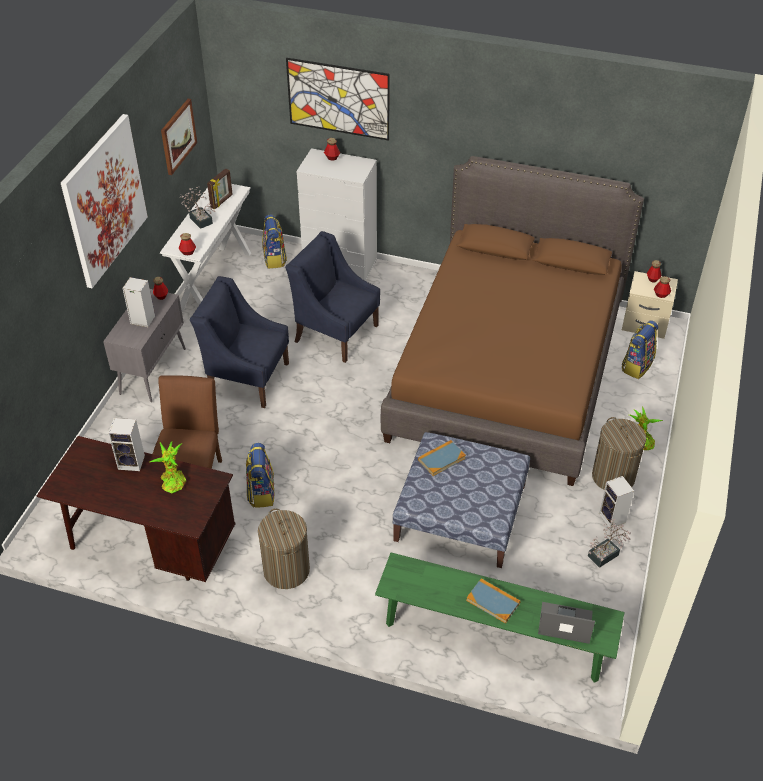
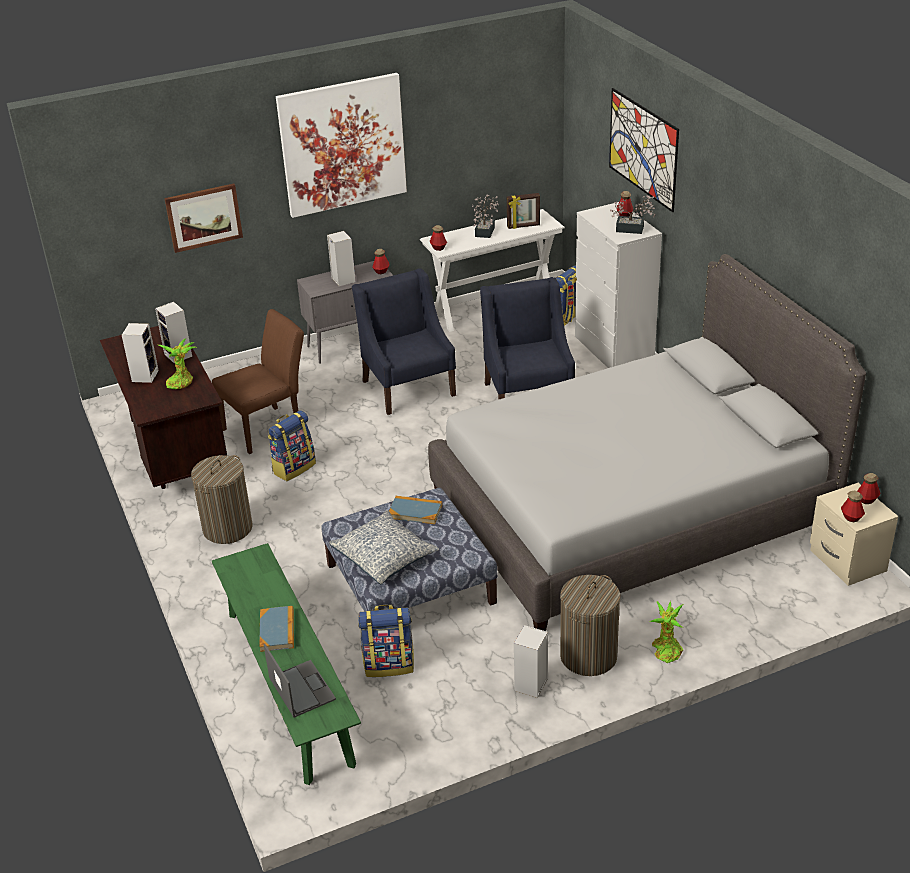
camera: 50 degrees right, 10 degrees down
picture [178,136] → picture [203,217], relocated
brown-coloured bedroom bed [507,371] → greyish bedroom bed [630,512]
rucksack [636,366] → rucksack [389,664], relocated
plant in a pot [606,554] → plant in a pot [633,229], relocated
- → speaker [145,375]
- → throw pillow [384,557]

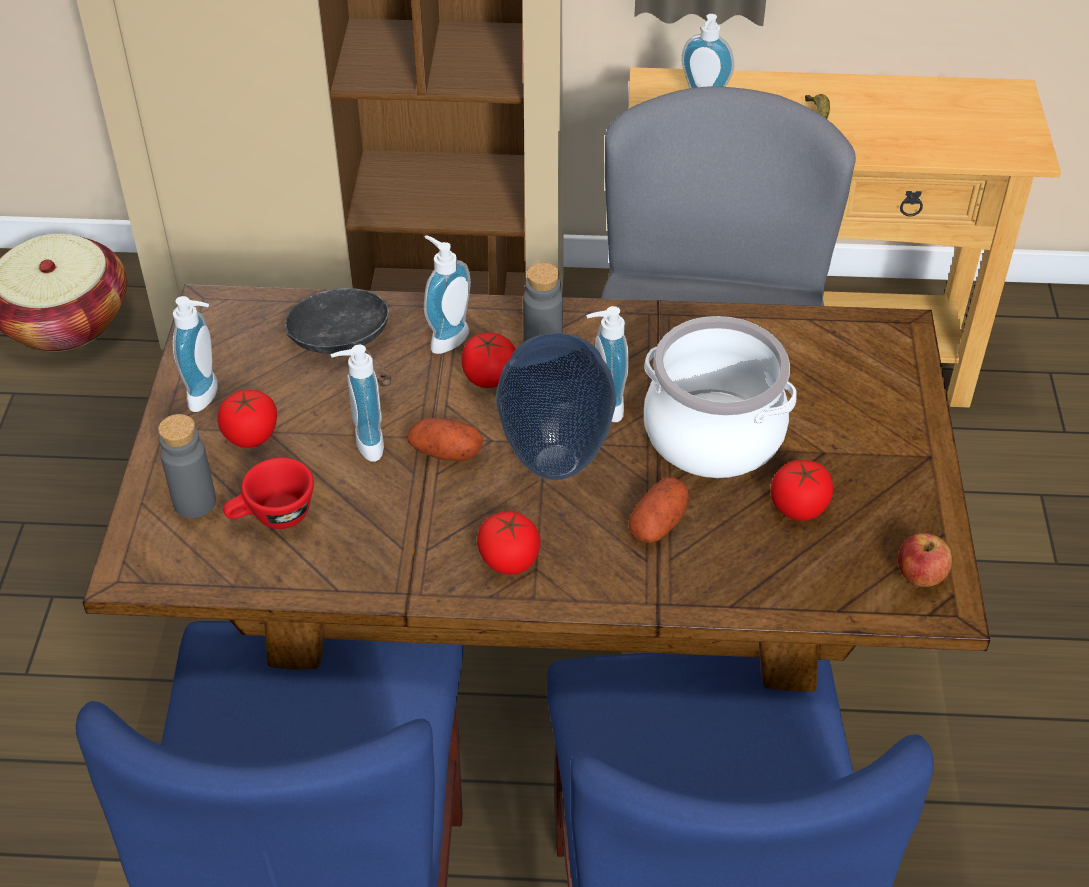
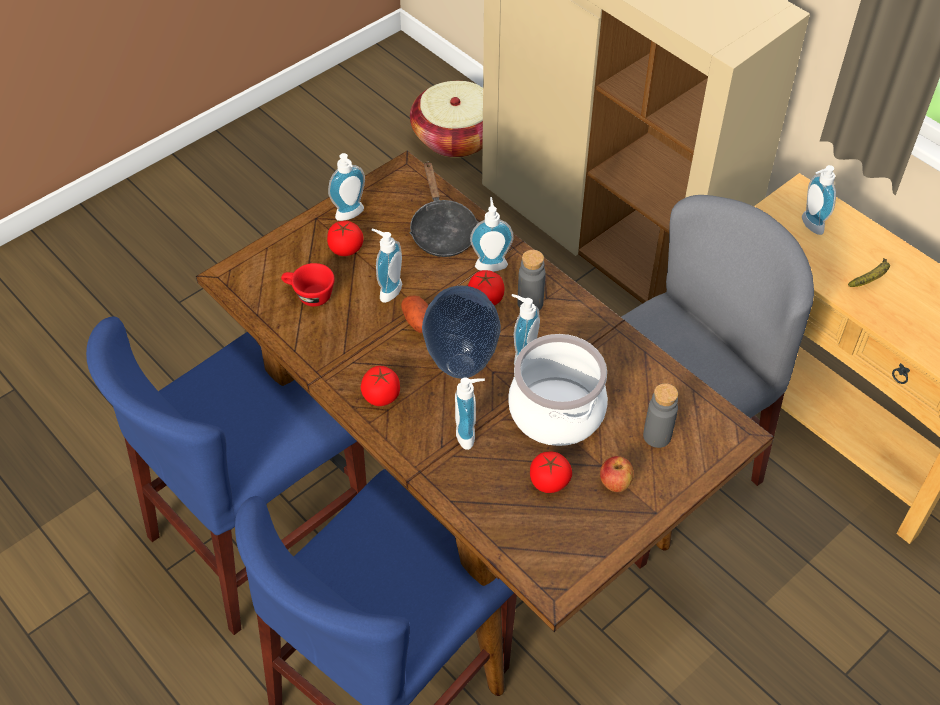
camera: 45 degrees right, 5 degrees up
black-coloured frying pan [344,341] → black-coloured frying pan [442,231], 150 degrees clockwise
greyish bottle [195,502] → greyish bottle [657,436], relocated
whole potato [658,524] → soap bottle [469,434]
apple fruit [919,577] → apple fruit [615,483], relocated

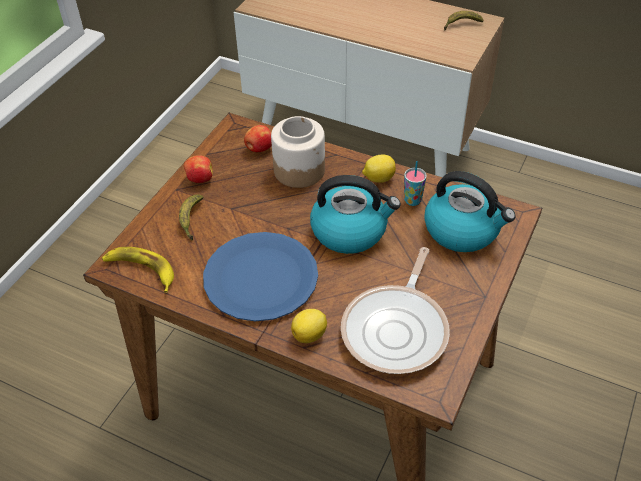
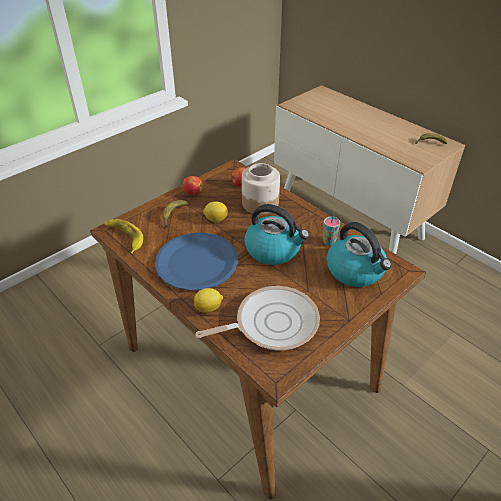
camera: 20 degrees right, 5 degrees down
whole lemon [378,178] → whole lemon [215,219], relocated
frying pan [397,329] → frying pan [271,323], 150 degrees counterclockwise

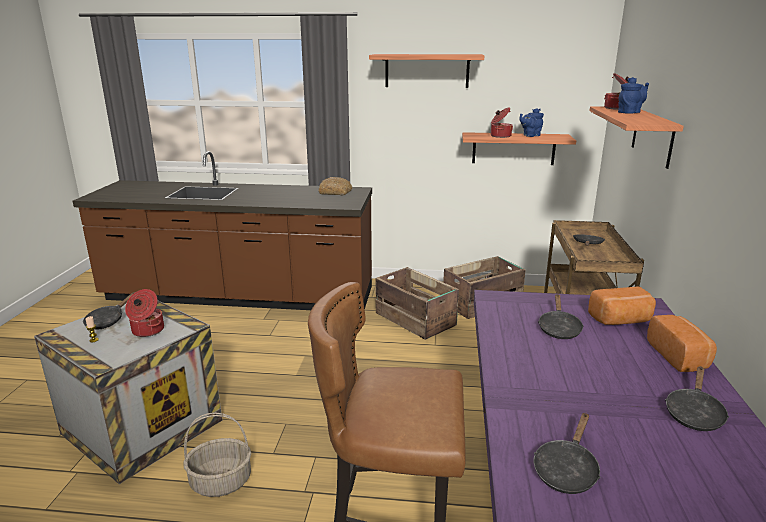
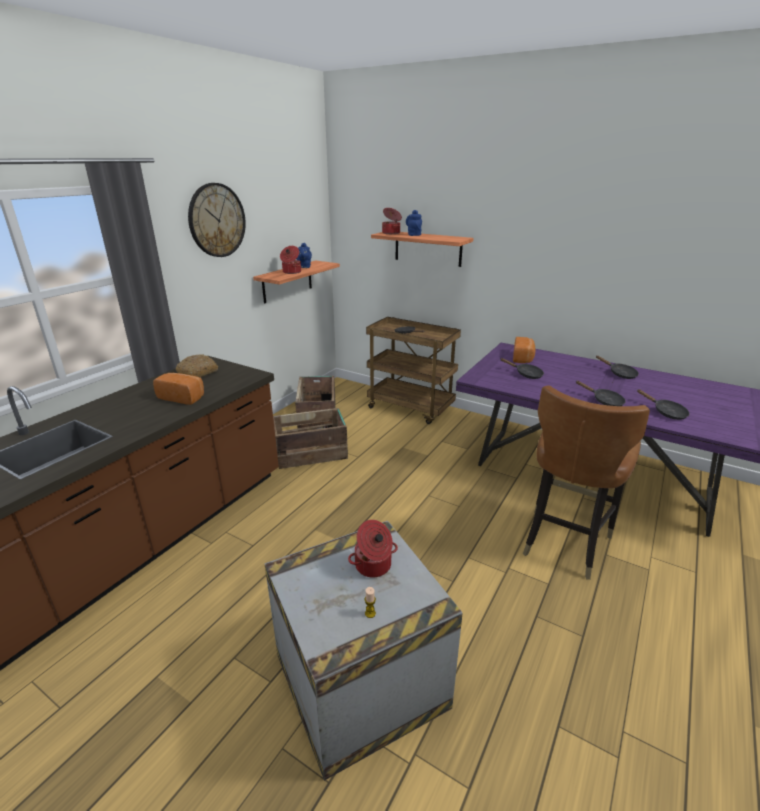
camera: 65 degrees left, 5 degrees up
bracket shelf [427,71] → wall clock [217,220]
black-coloured frying pan [107,320] → black-coloured frying pan [604,401], relocated
bakery bread [679,356] → bakery bread [183,397], relocated
storage basket [221,481] → -

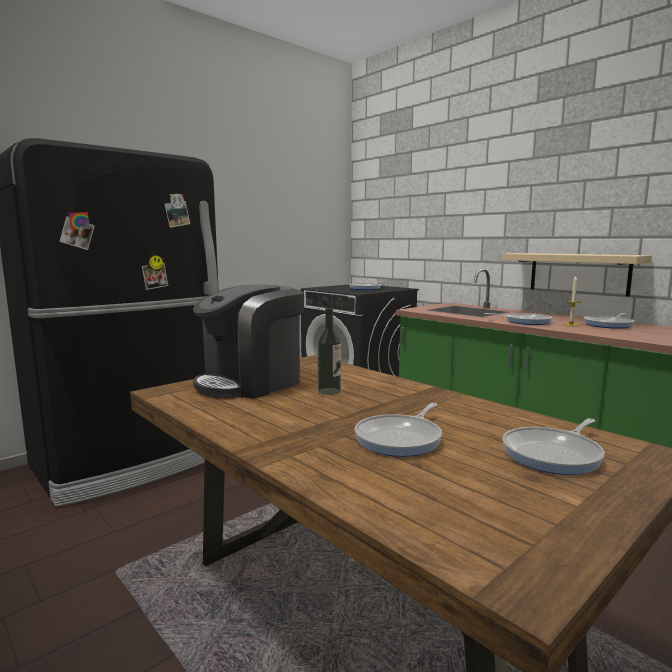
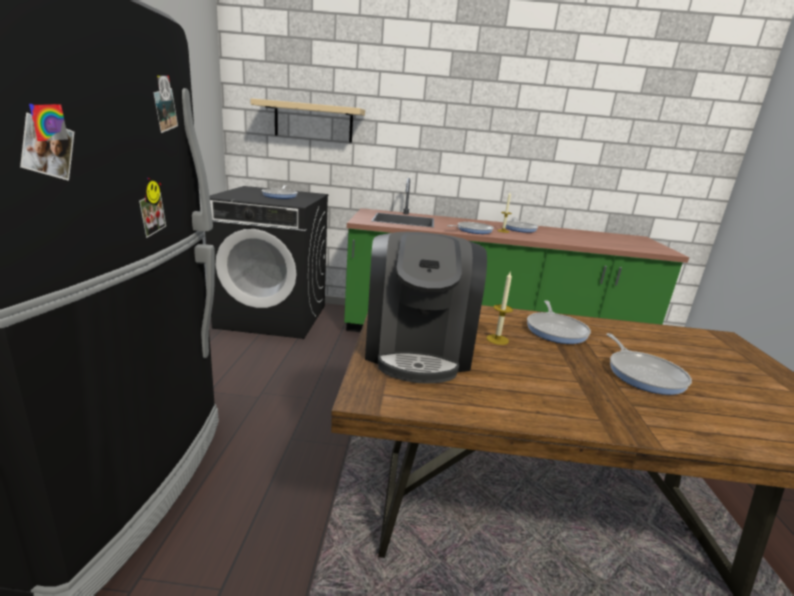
camera: 45 degrees left, 10 degrees up
sand-coloured bracket shelf [578,273] → sand-coloured bracket shelf [313,122], relocated
bottle [329,391] → candle [497,339]
frying pan [554,454] → frying pan [556,330], relocated

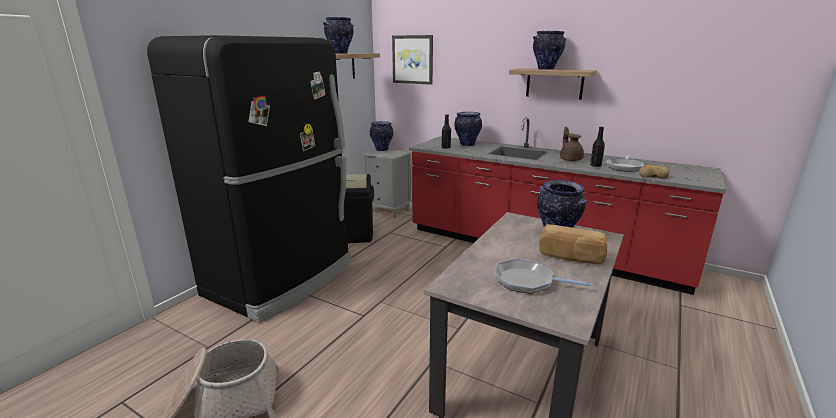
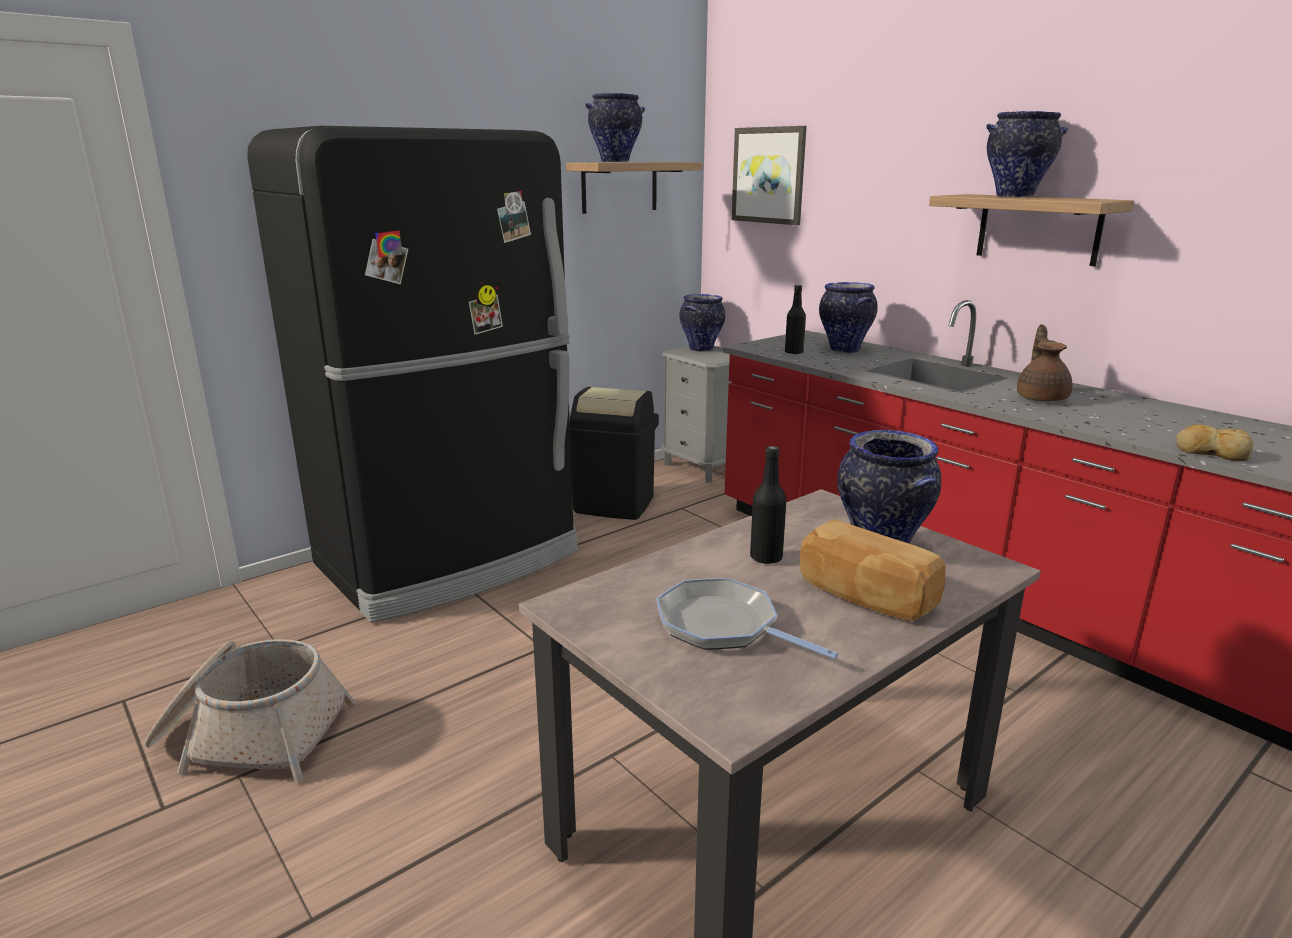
camera: 20 degrees right, 0 degrees up
black-coloured bottle [595,165] → black-coloured bottle [766,558], relocated
frying pan [624,167] → -

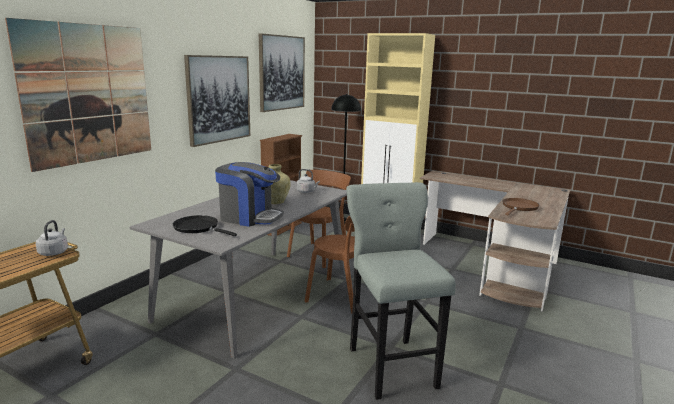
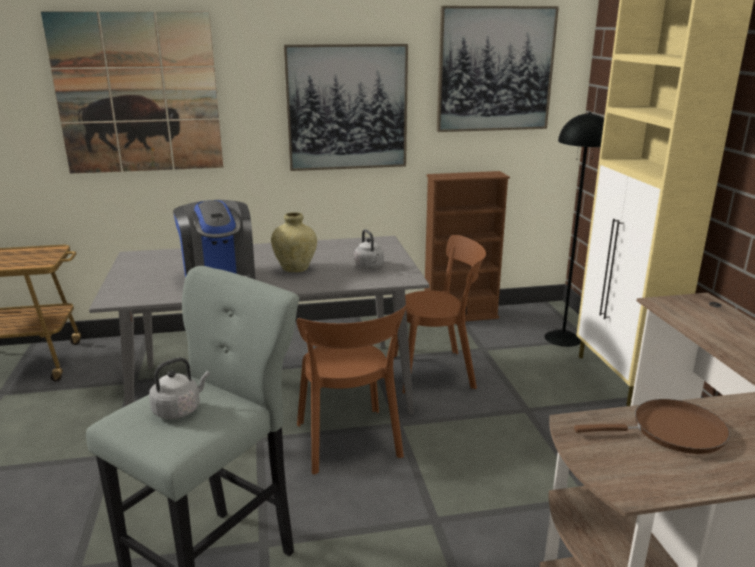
camera: 50 degrees right, 5 degrees up
black-coloured frying pan [198,228] → -
greyish kettle [54,252] → greyish kettle [179,409], relocated

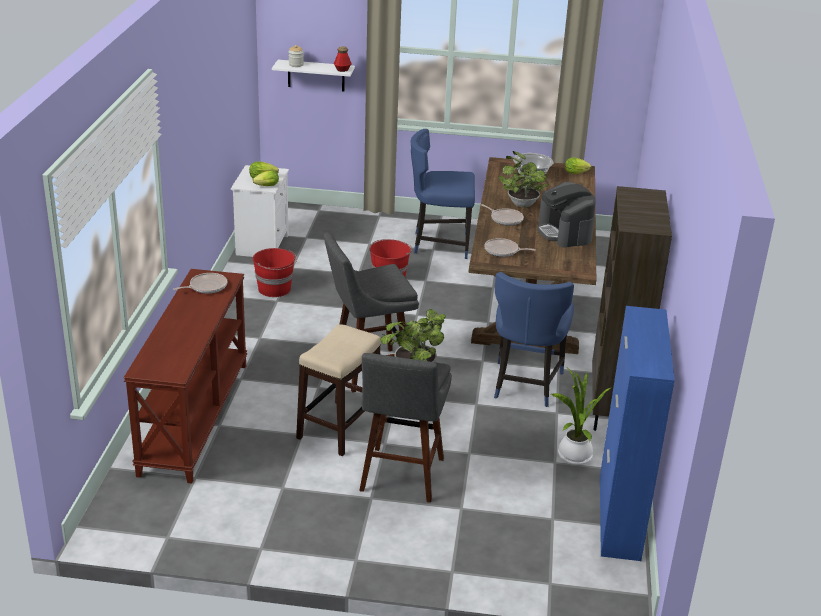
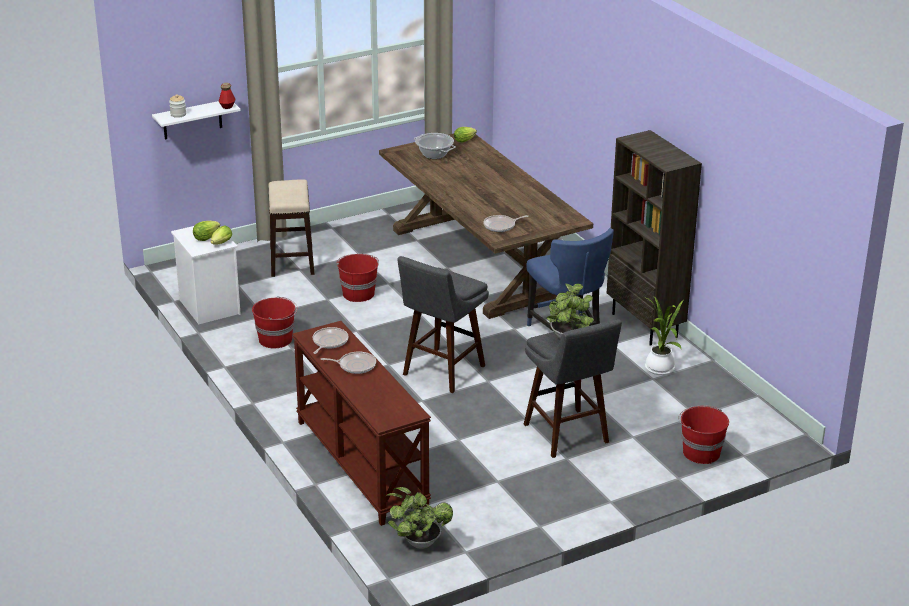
camera: 35 degrees left, 0 degrees up
bluish plain chair [439,244] → -
plant in a pot [521,203] → plant in a pot [418,542], relocated
coffee brewer [565,233] → -
frying pan [505,219] → frying pan [355,365], relocated
bluish cupboard [619,517] → -
sitting stool [339,428] → sitting stool [292,261], relocated
- → red water bucket [700,452]

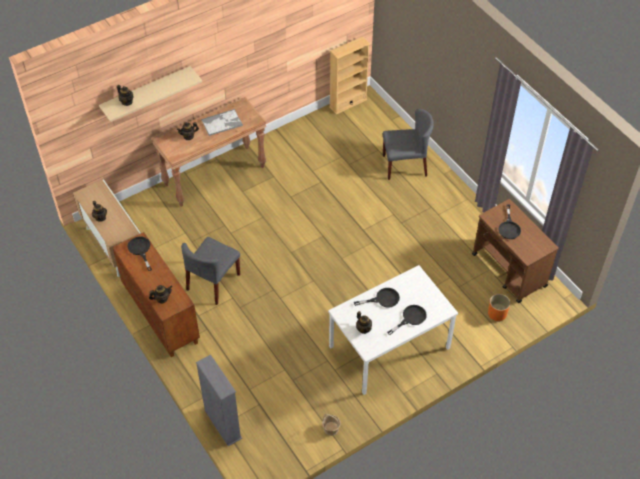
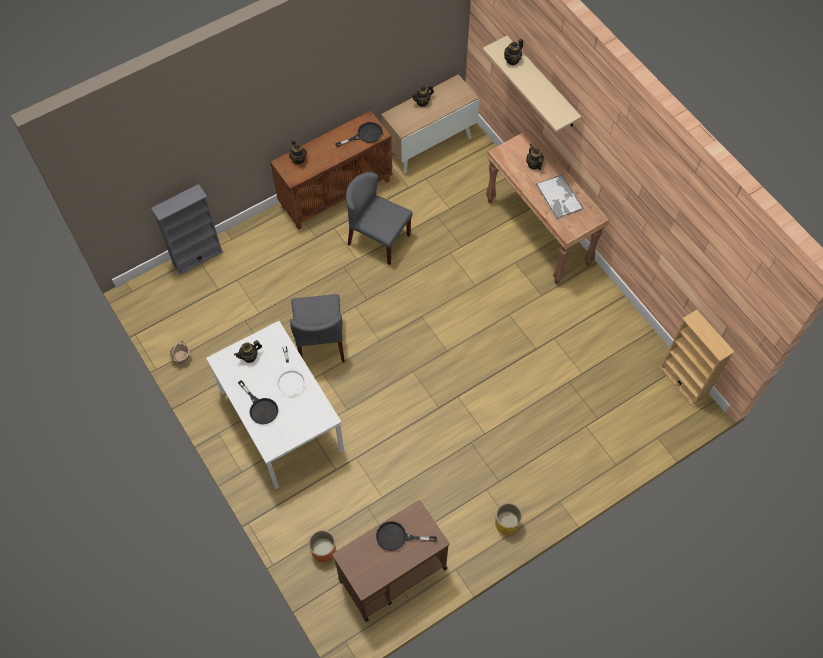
camera: 90 degrees right, 10 degrees up
greyish plain chair [405,165] → greyish plain chair [320,342], relocated
black-coloured frying pan [383,299] → whitish frying pan [290,378]
- → yellowish flower pot [506,523]

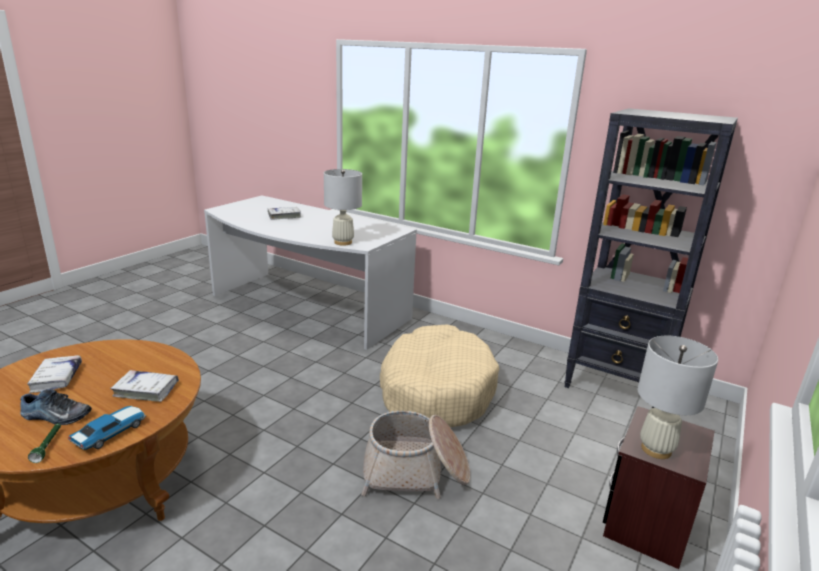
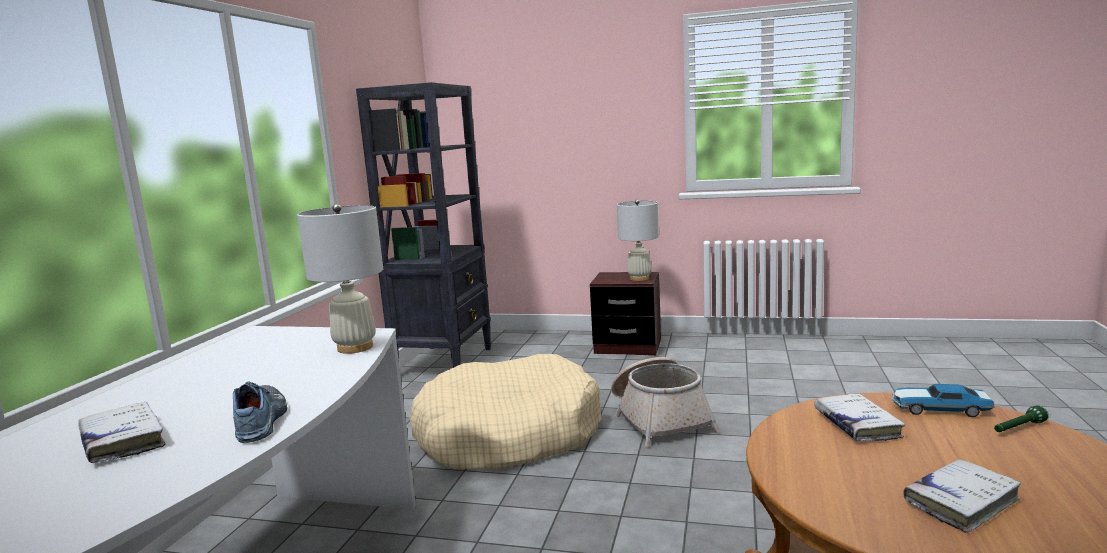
camera: 105 degrees left, 10 degrees down
shoe [55,416] → shoe [263,420], relocated

